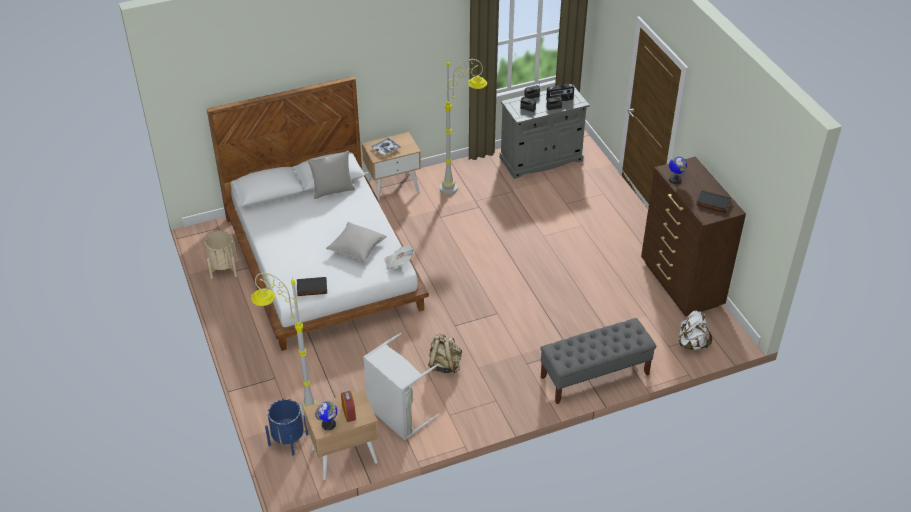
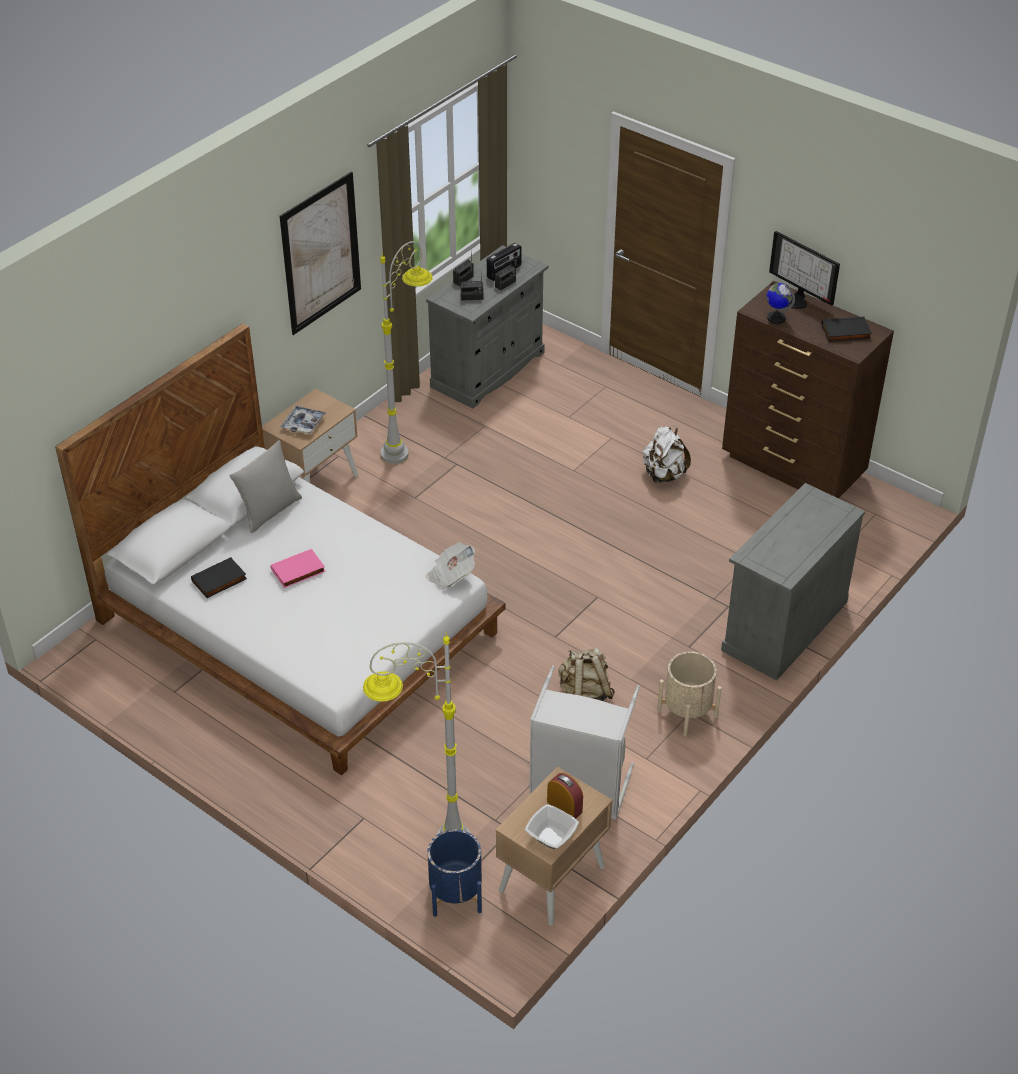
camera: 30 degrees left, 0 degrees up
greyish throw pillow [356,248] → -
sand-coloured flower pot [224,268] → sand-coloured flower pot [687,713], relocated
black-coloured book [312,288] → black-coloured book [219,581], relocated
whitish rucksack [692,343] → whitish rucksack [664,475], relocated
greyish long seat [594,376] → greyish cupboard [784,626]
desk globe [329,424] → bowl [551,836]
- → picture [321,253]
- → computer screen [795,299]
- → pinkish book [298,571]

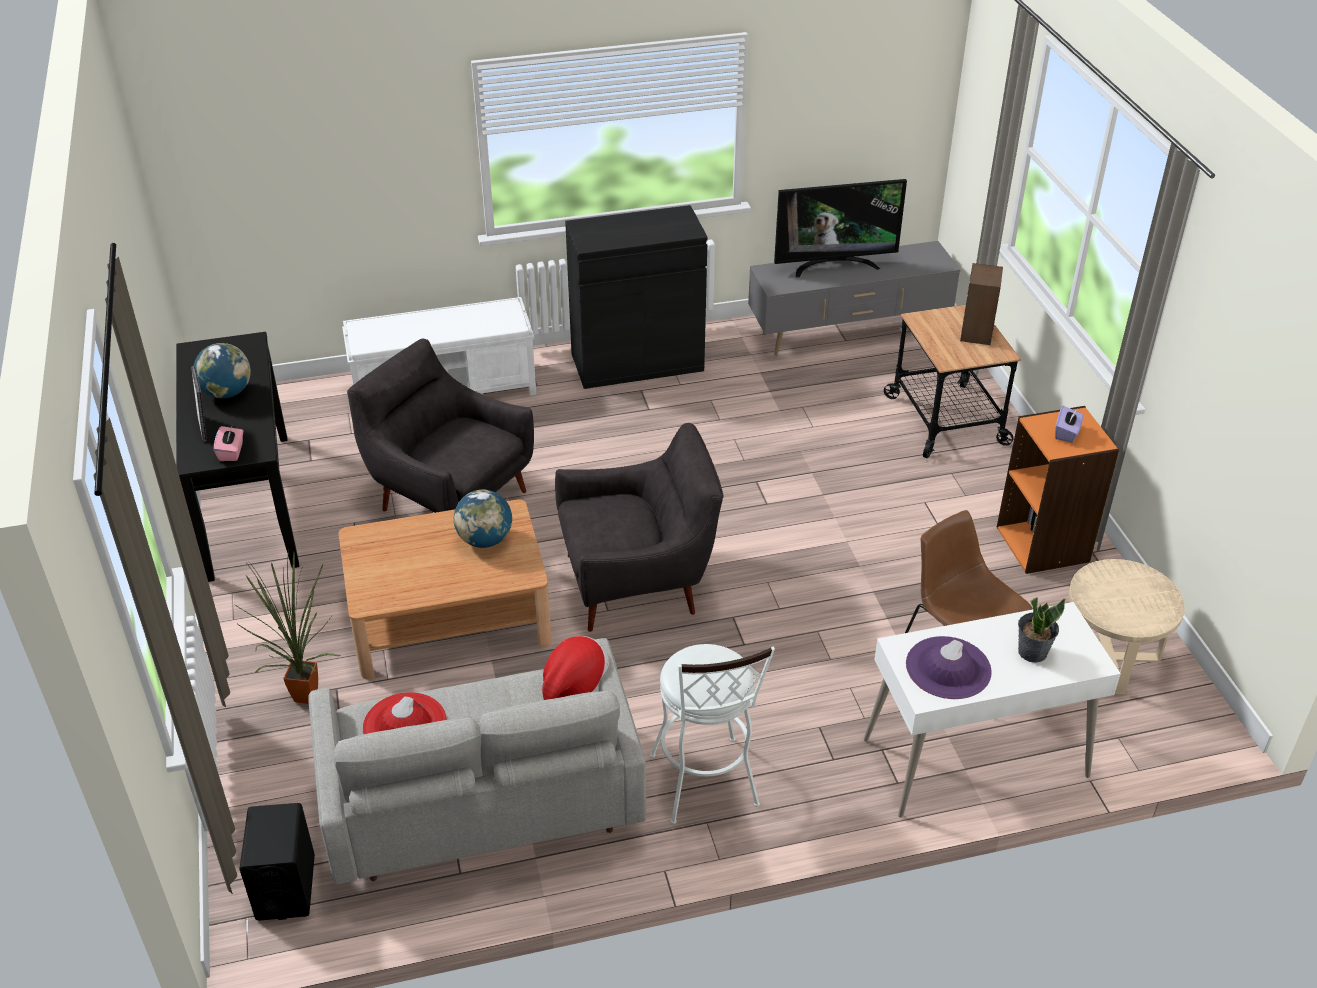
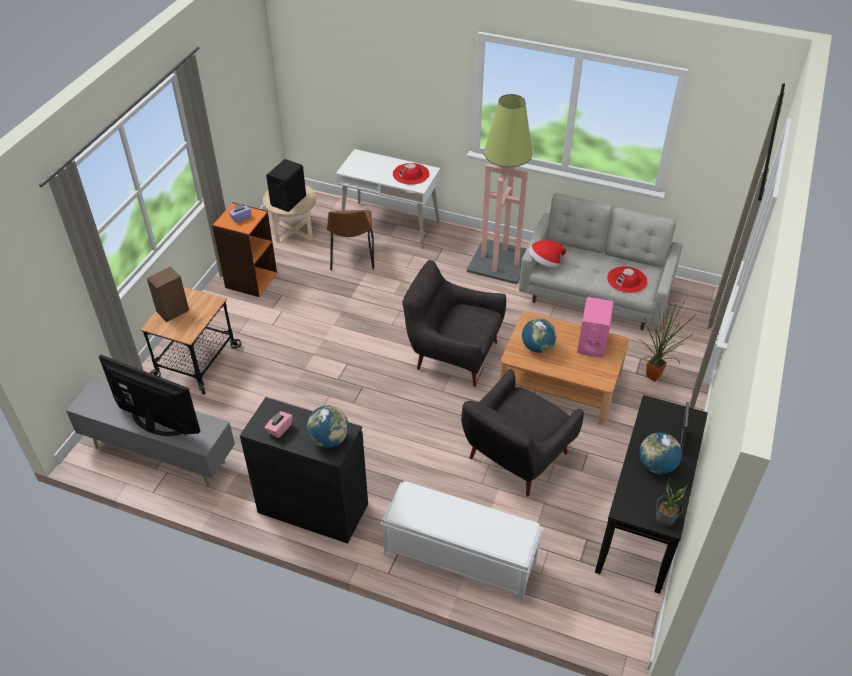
camera: 145 degrees left, 5 degrees up
greyish armchair [449,498] → greyish armchair [515,459], 60 degrees clockwise
pinkish tissue holder [231,452] → pinkish tissue holder [279,429], relocated
plant in a pot [1032,651] → plant in a pot [665,519], relocated
purple-coloured wearable hat [948,668] → red wearable hat [411,174]
whitish sitting stool [706,788] → floor lamp [500,261]
black-coloured speaker [285,887] → black-coloured speaker [288,201], relocated
- → pinkish speaker [592,343]
- → desk globe [329,439]

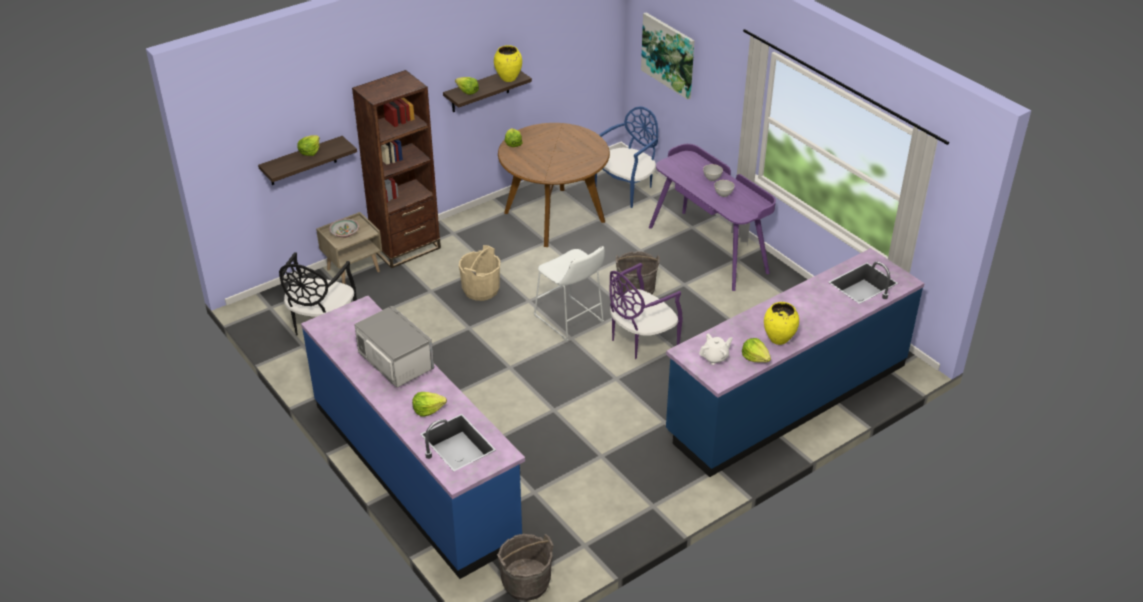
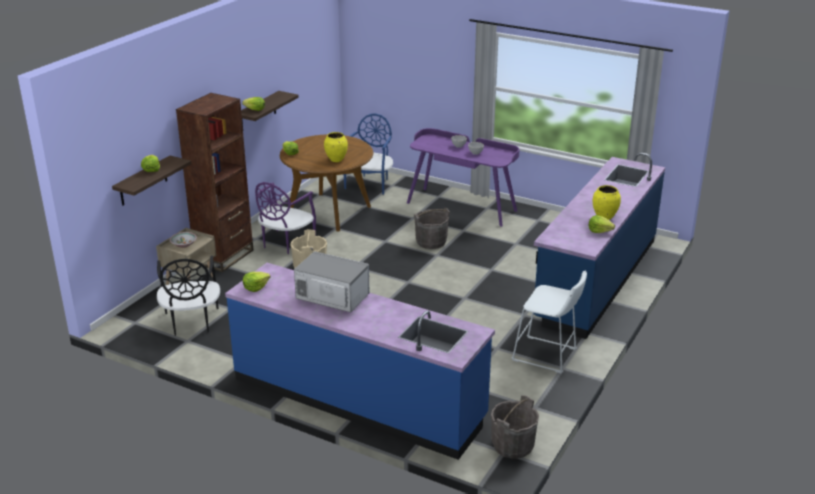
camera: 25 degrees left, 10 degrees down
picture [668,55] → -
yellowish vase [509,78] → yellowish vase [336,160], relocated
whitish sitting stool [570,321] → whitish sitting stool [547,356], relocated
purple-coloured plain chair [640,340] → purple-coloured plain chair [285,243], relocated
whitish teapot [715,357] → -
head of lettuce [428,409] → head of lettuce [256,287], relocated

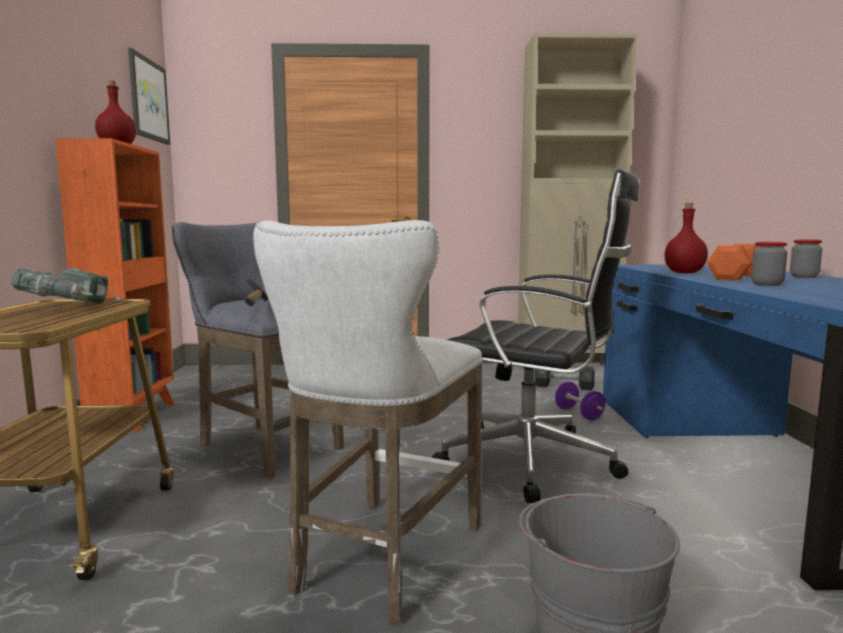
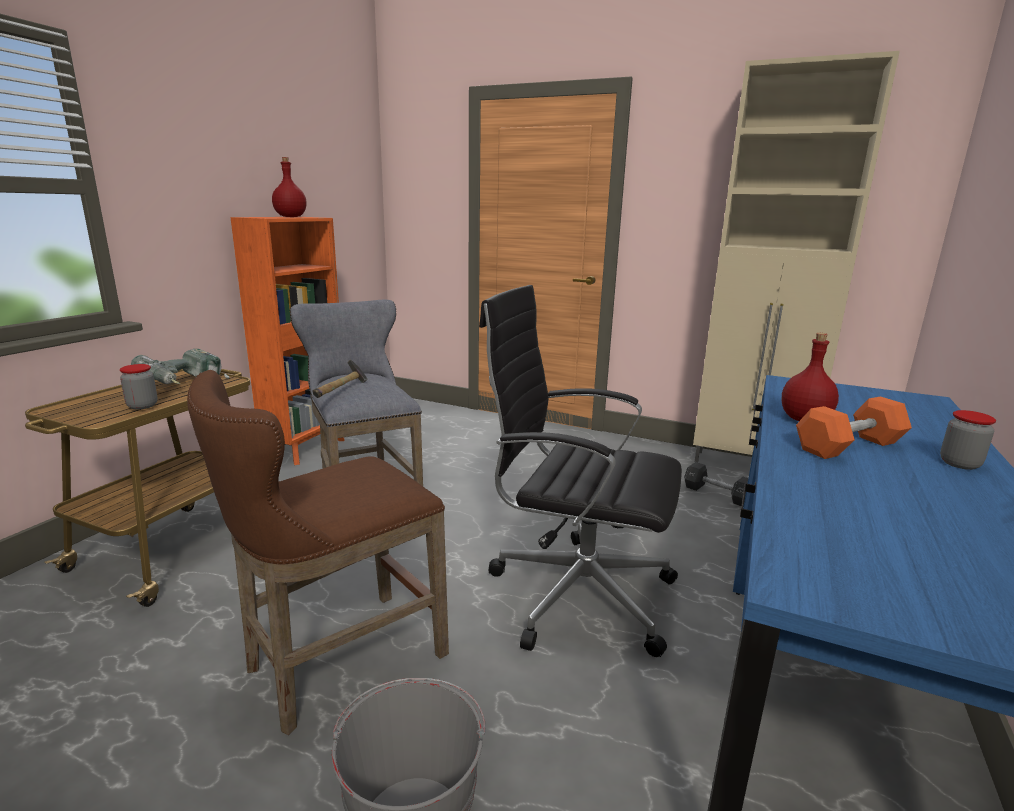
camera: 25 degrees right, 10 degrees up
picture [148,99] → -
black-coloured desk chair [533,462] → black-coloured desk chair [575,592], 150 degrees clockwise
whitish sitting stool [381,561] → brown-coloured sitting stool [336,663]
jar [767,284] → jar [142,406], relocated
purple-coloured free weight [578,414] → -

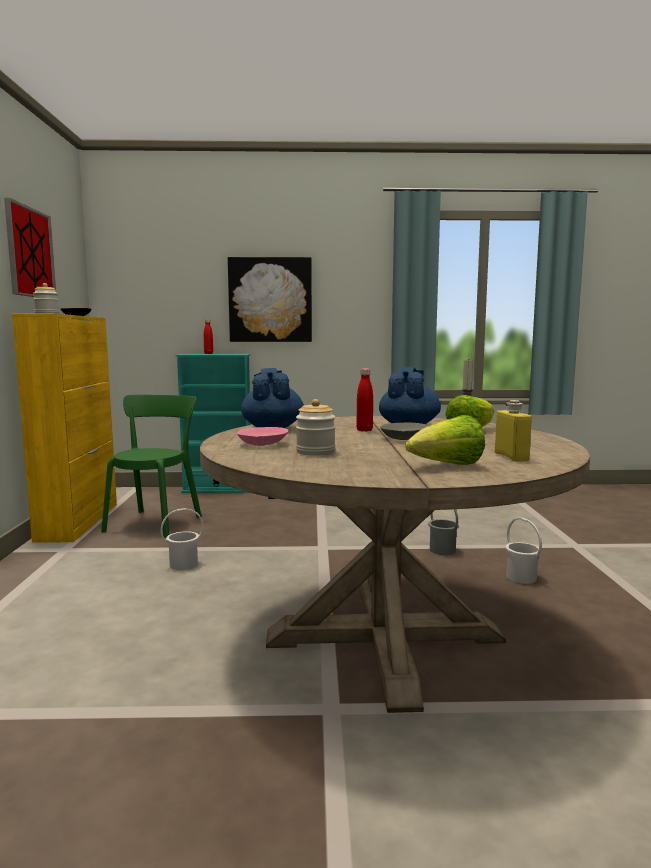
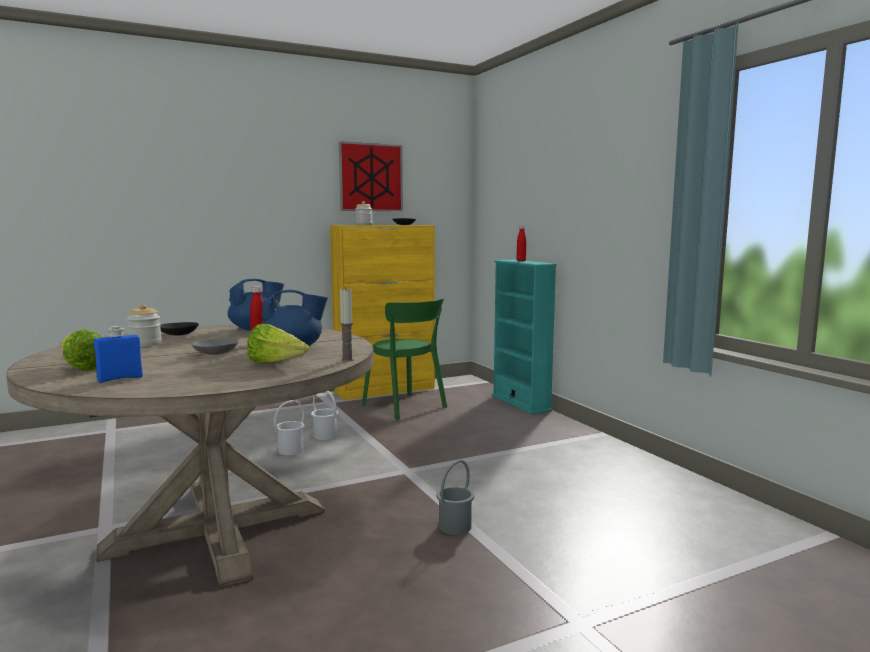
camera: 65 degrees right, 0 degrees up
picture [270,300] → -
greenish plain chair [156,523] → greenish plain chair [406,407], 60 degrees clockwise
yellowish bottle [511,457] → bluish bottle [120,378]
pinkish bowl [262,444] → black-coloured bowl [178,334]
whitish water bucket [521,577] → whitish water bucket [290,450], relocated

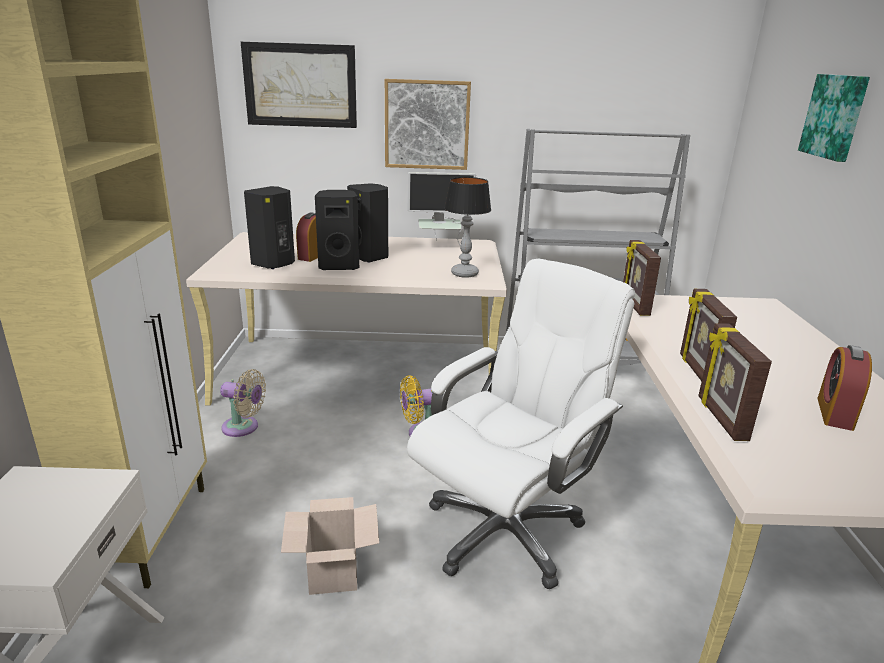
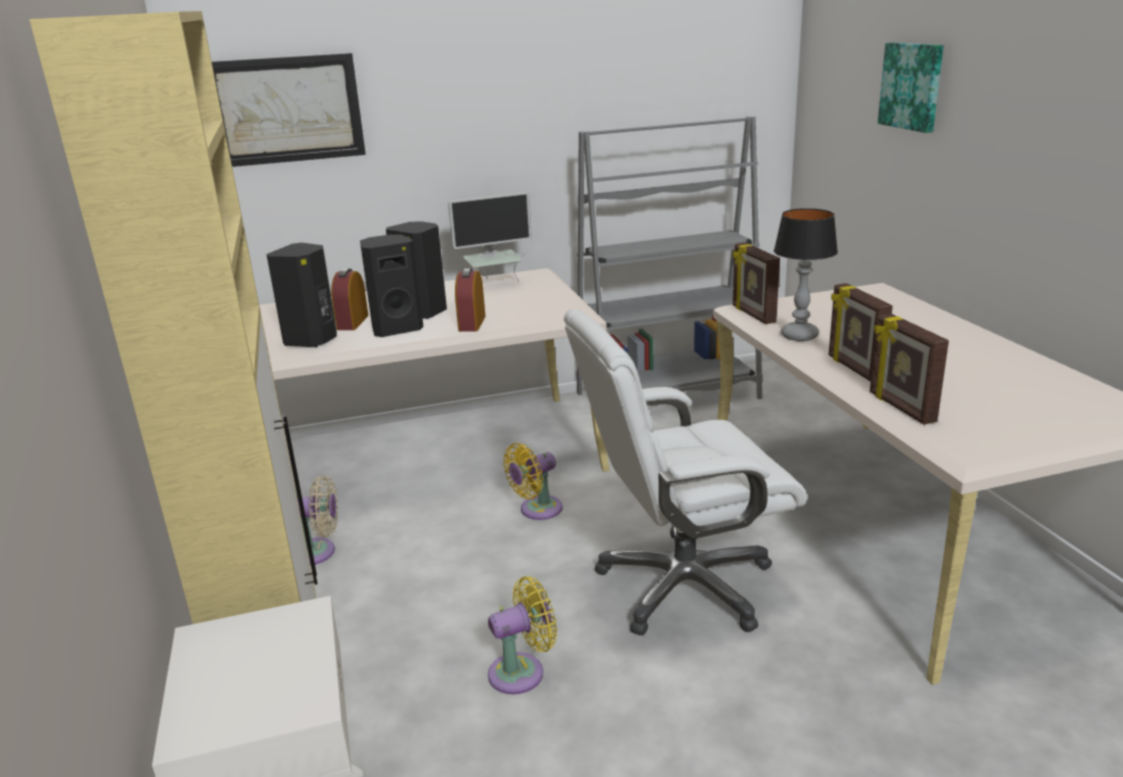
camera: 15 degrees left, 0 degrees up
picture [427,125] → -
tabletop lamp [465,273] → tabletop lamp [800,335], relocated
whitish desk chair [505,530] → whitish desk chair [683,585], 135 degrees counterclockwise
bedside clock [834,413] → bedside clock [472,323], relocated
packing box [332,569] → yellowish electric fan [522,672]

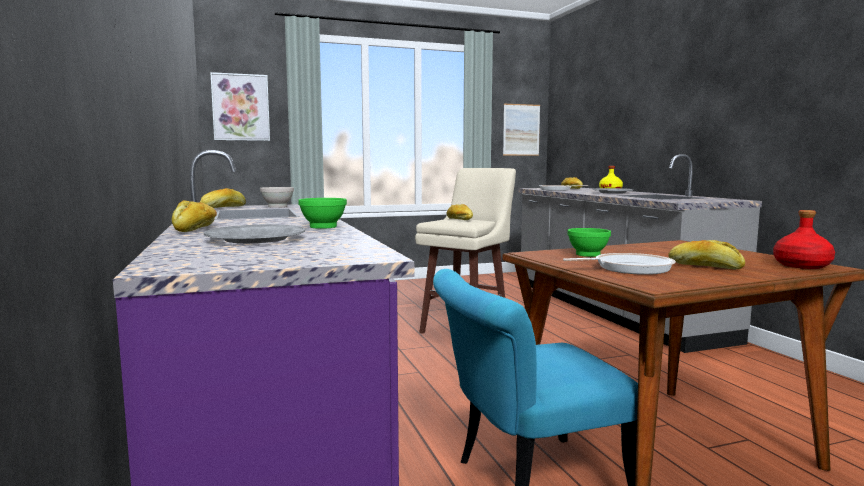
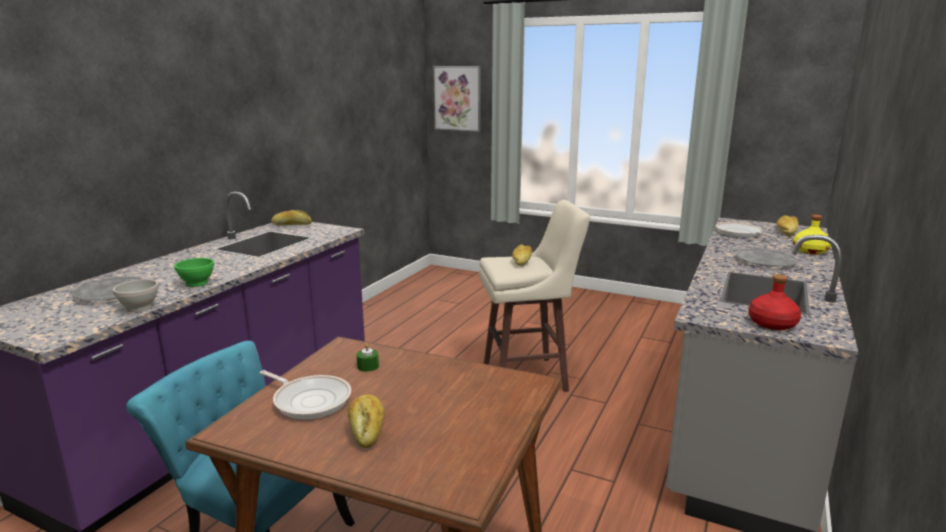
camera: 45 degrees right, 10 degrees up
picture [521,130] → -
whitish bowl [277,206] → whitish bowl [139,308], relocated
bakery bread [195,228] → -
red bottle [801,265] → red bottle [771,323], relocated
greenish bowl [588,255] → greenish candle [368,366]

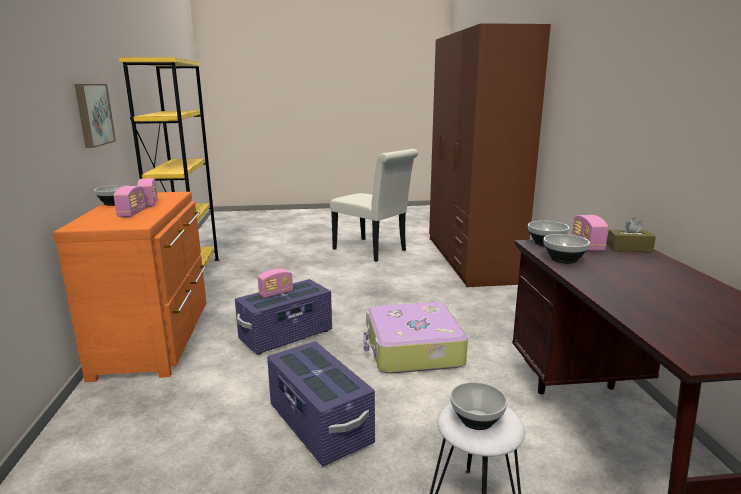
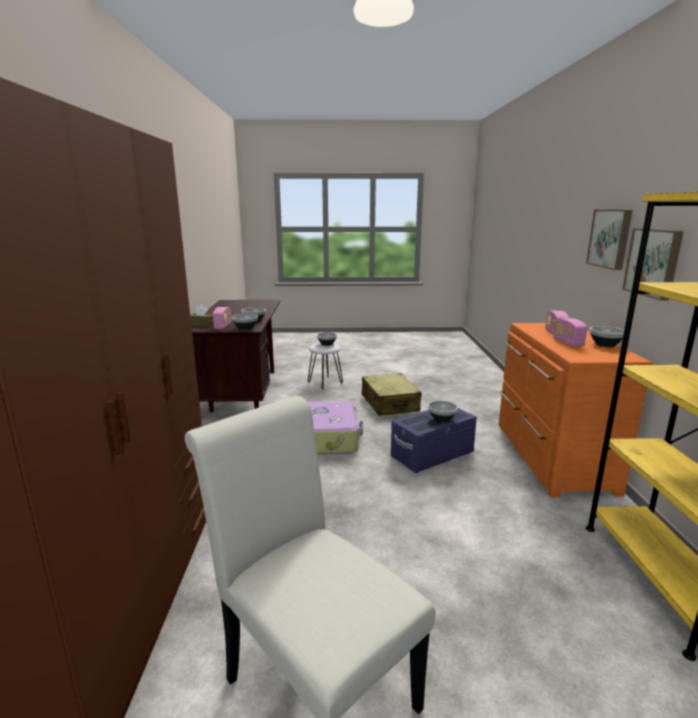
camera: 175 degrees left, 0 degrees up
radio set [276,293] → bowl [441,419]
purple-coloured storage box [319,425] → sand-coloured suitcase [389,403]
- → picture [610,238]

